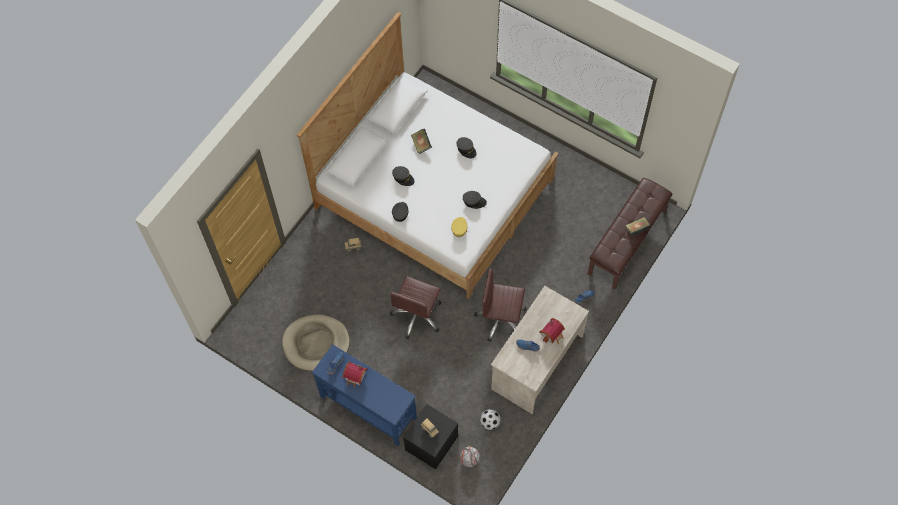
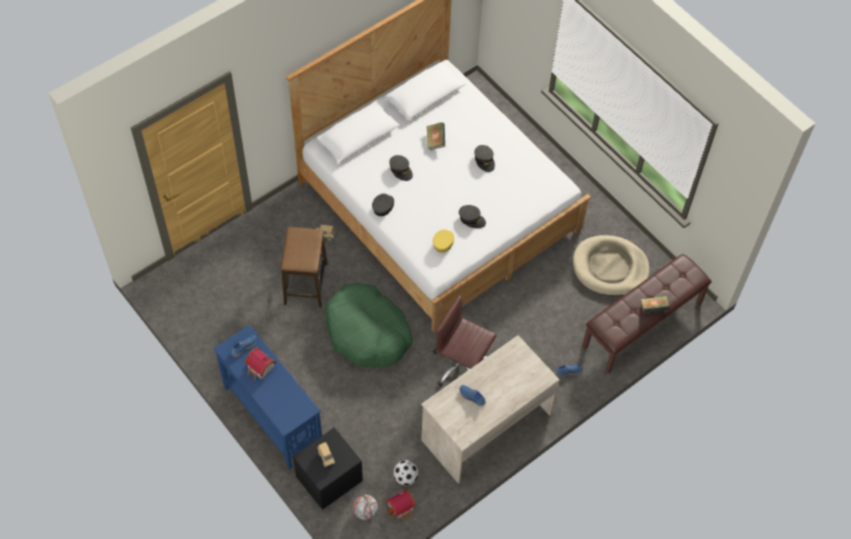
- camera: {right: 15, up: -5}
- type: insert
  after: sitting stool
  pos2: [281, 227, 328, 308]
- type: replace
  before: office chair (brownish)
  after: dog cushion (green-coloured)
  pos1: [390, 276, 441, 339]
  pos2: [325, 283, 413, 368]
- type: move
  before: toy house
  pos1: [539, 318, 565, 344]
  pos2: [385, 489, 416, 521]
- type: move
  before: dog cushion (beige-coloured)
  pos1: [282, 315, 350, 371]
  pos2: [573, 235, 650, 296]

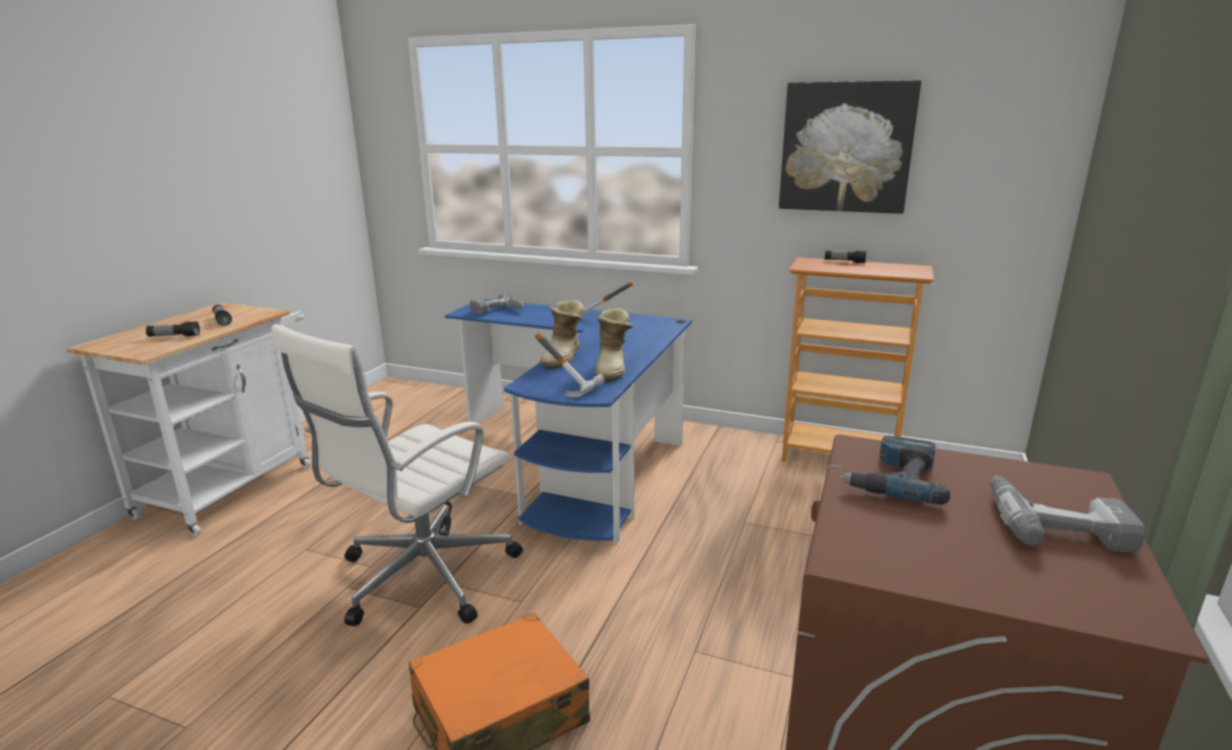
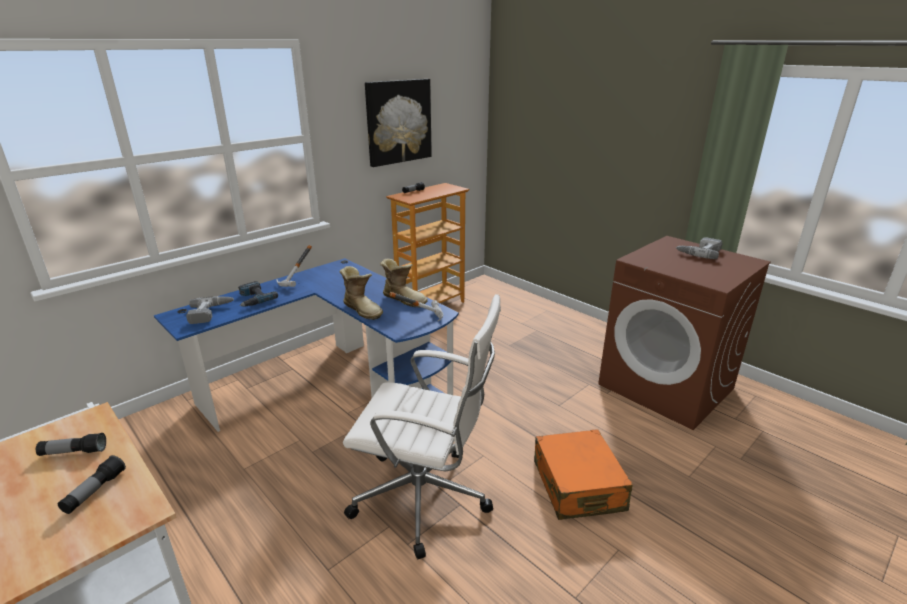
- camera: {right: -65, up: 5}
- type: move
  before: electric drill
  pos1: [840, 435, 950, 505]
  pos2: [238, 281, 278, 307]
- type: rotate
  before: office chair (white-coloured)
  pos1: [271, 324, 523, 626]
  pos2: [343, 294, 501, 559]
  turn: -45

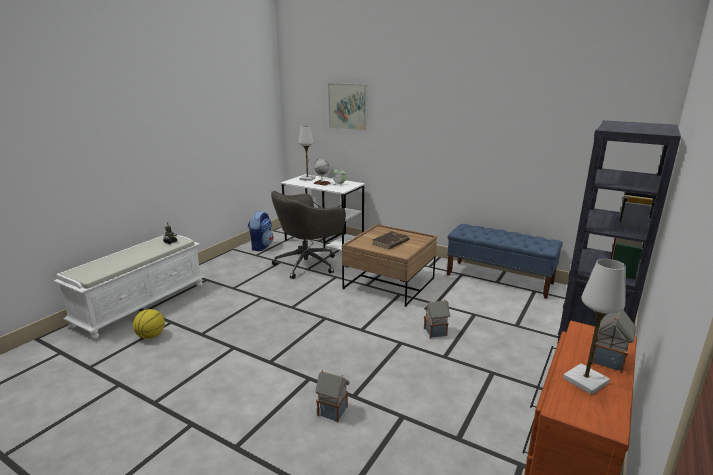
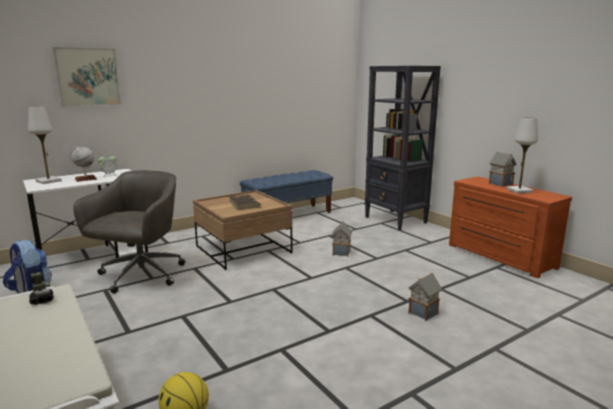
- camera: {right: -65, up: -5}
- type: rotate
  before: office chair (greyish)
  pos1: [271, 191, 346, 279]
  pos2: [73, 170, 186, 293]
  turn: -150

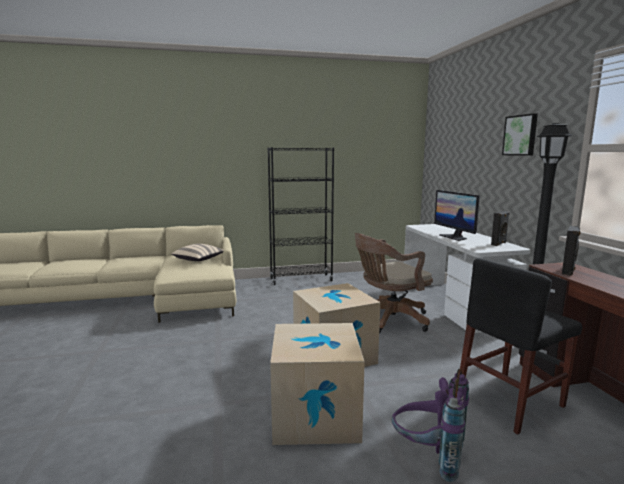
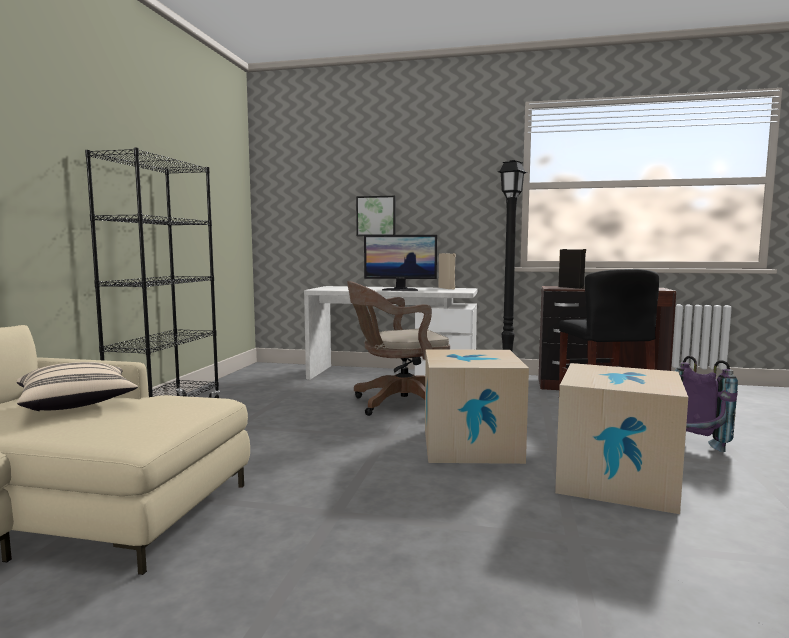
- camera: {right: -65, up: -5}
- type: rotate
  before: office chair (brownish)
  pos1: [355, 233, 433, 333]
  pos2: [347, 281, 450, 416]
  turn: 75
- type: move
  before: wall picture
  pos1: [502, 113, 538, 156]
  pos2: [356, 196, 396, 236]
- type: recolor
  before: speaker (black)
  after: speaker (beige-coloured)
  pos1: [491, 211, 510, 246]
  pos2: [439, 253, 456, 290]

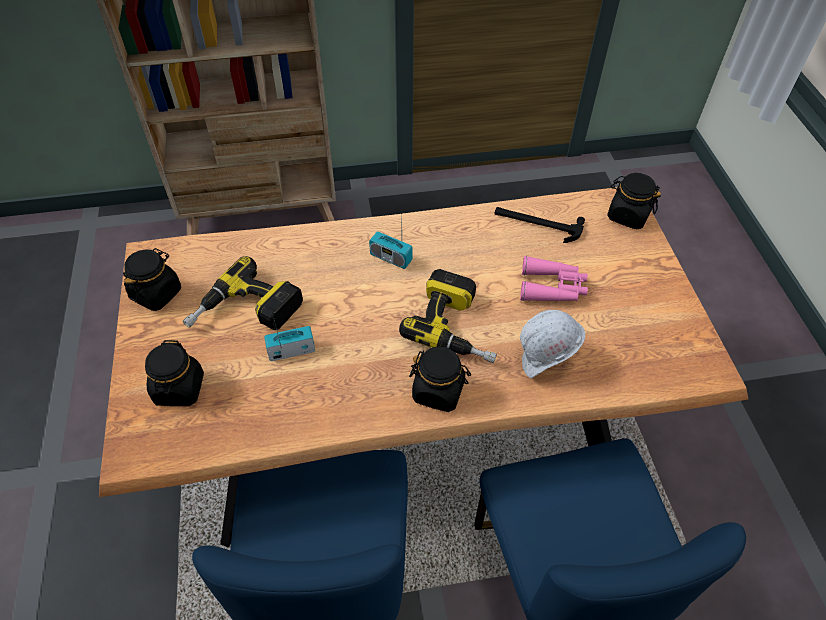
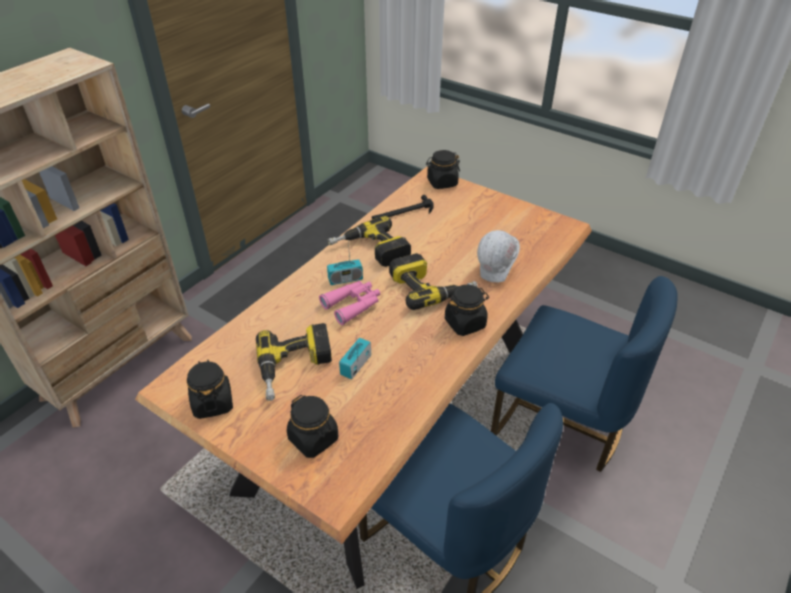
- camera: {right: -45, up: -10}
- type: move
  before: binoculars (pink)
  pos1: [520, 256, 588, 302]
  pos2: [319, 281, 380, 325]
- type: insert
  after: electric drill
  pos2: [328, 216, 411, 267]

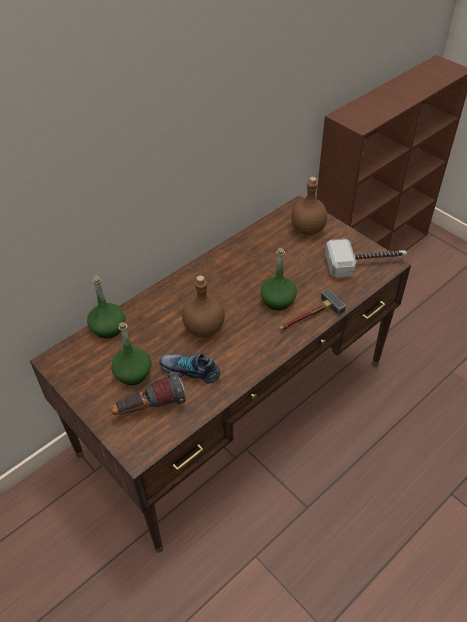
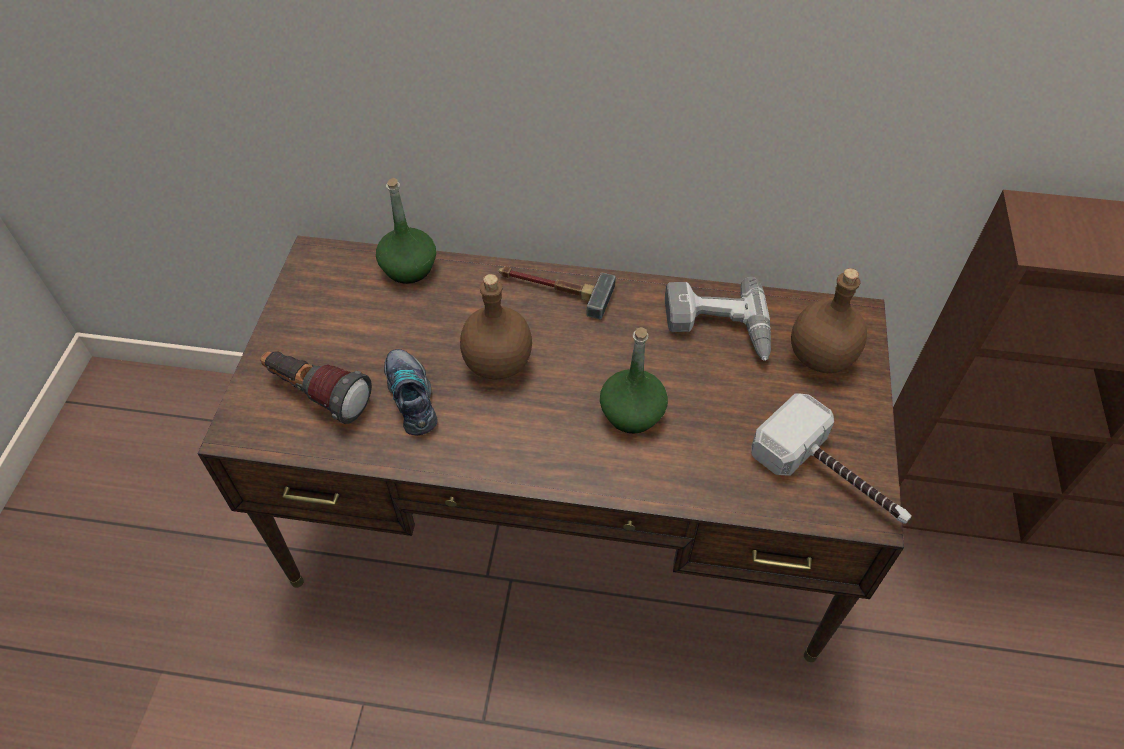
- camera: {right: 50, up: 5}
- type: move
  before: hand hammer
  pos1: [280, 289, 346, 331]
  pos2: [499, 266, 616, 319]
- type: insert
  after: electric drill
  pos2: [665, 277, 771, 361]
- type: delete
  before: beverage bottle (green-coloured)
  pos1: [111, 322, 151, 385]

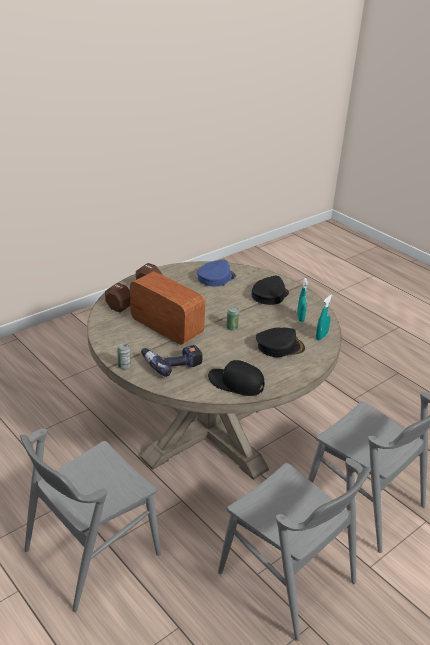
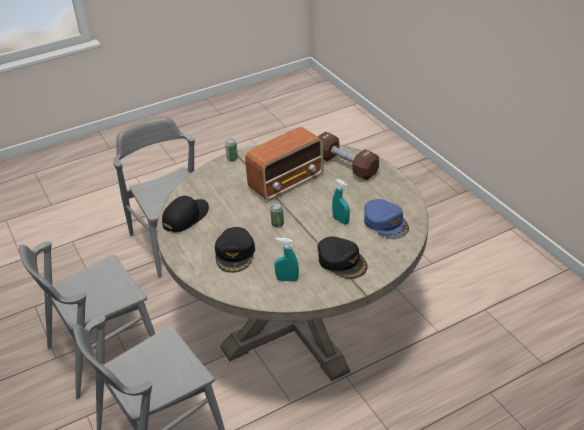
- camera: {right: 105, up: 5}
- type: move
  before: spray bottle (blue-green)
  pos1: [316, 294, 332, 340]
  pos2: [332, 179, 350, 224]
- type: delete
  before: electric drill
  pos1: [141, 345, 202, 377]

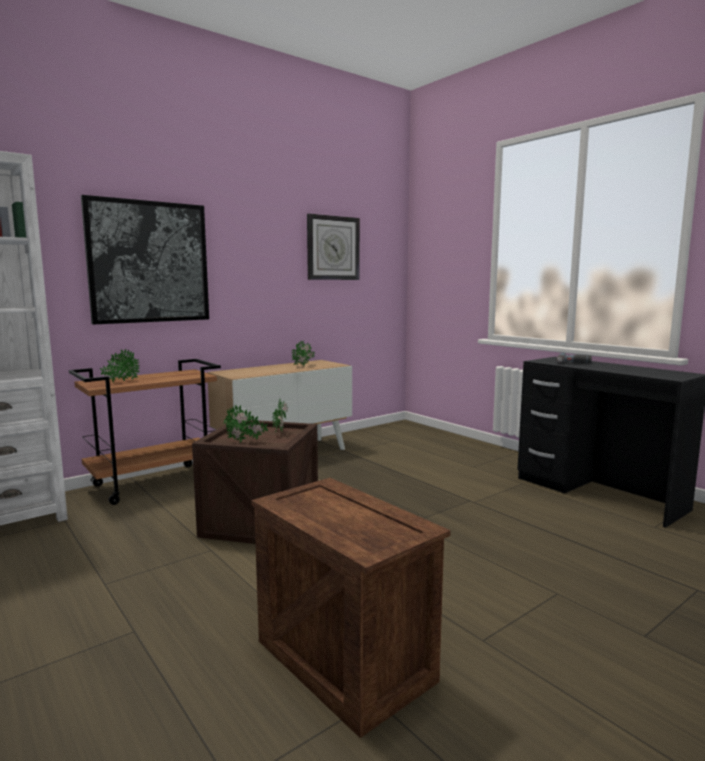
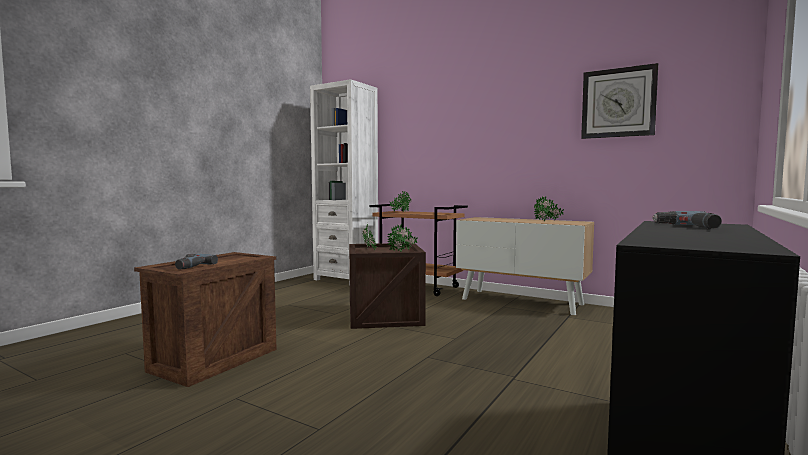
- camera: {right: 70, up: -5}
- type: insert
  after: electric drill
  pos2: [175, 254, 218, 270]
- type: delete
  before: wall picture
  pos1: [81, 195, 209, 325]

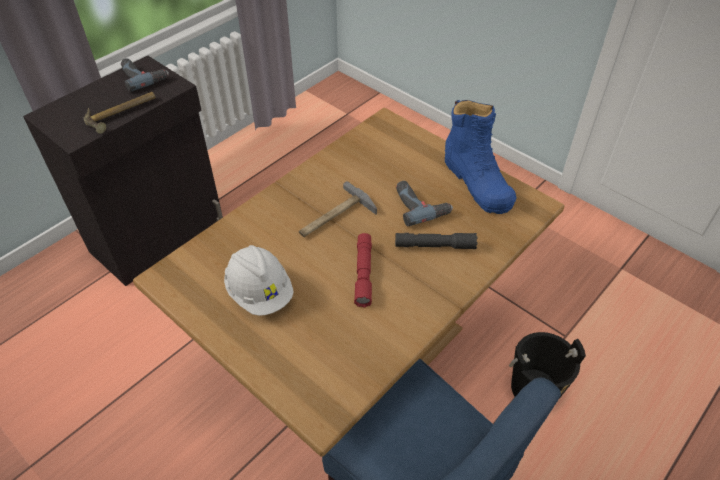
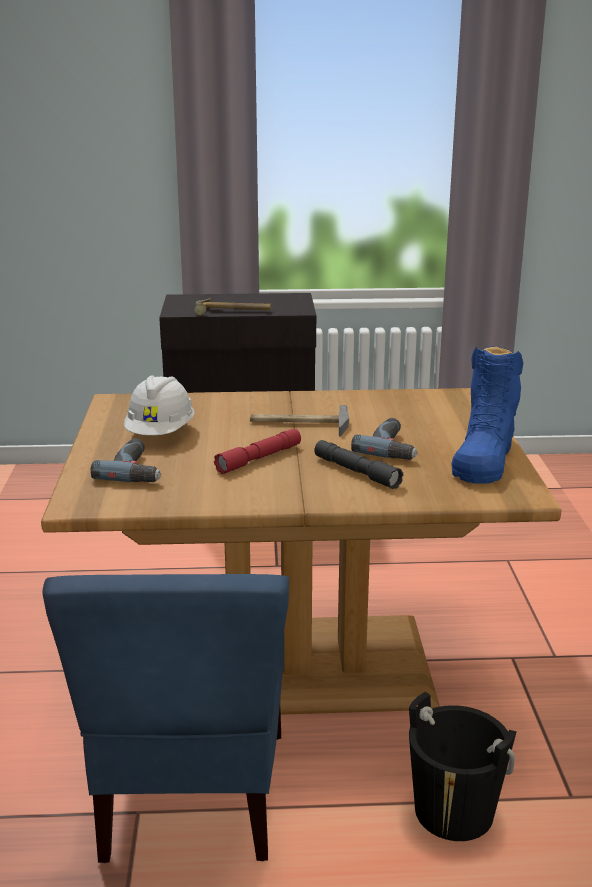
- camera: {right: 45, up: -25}
- type: move
  before: electric drill
  pos1: [121, 58, 169, 92]
  pos2: [91, 438, 161, 482]

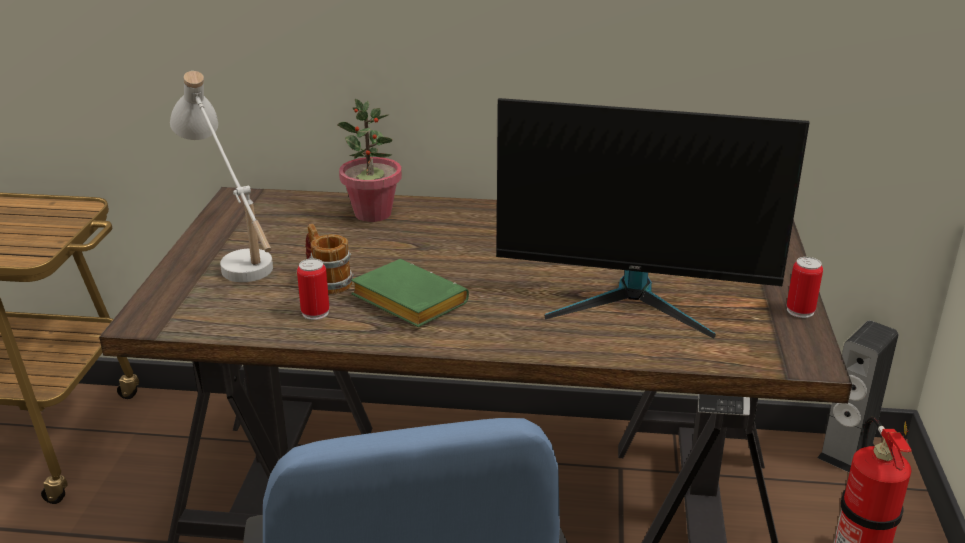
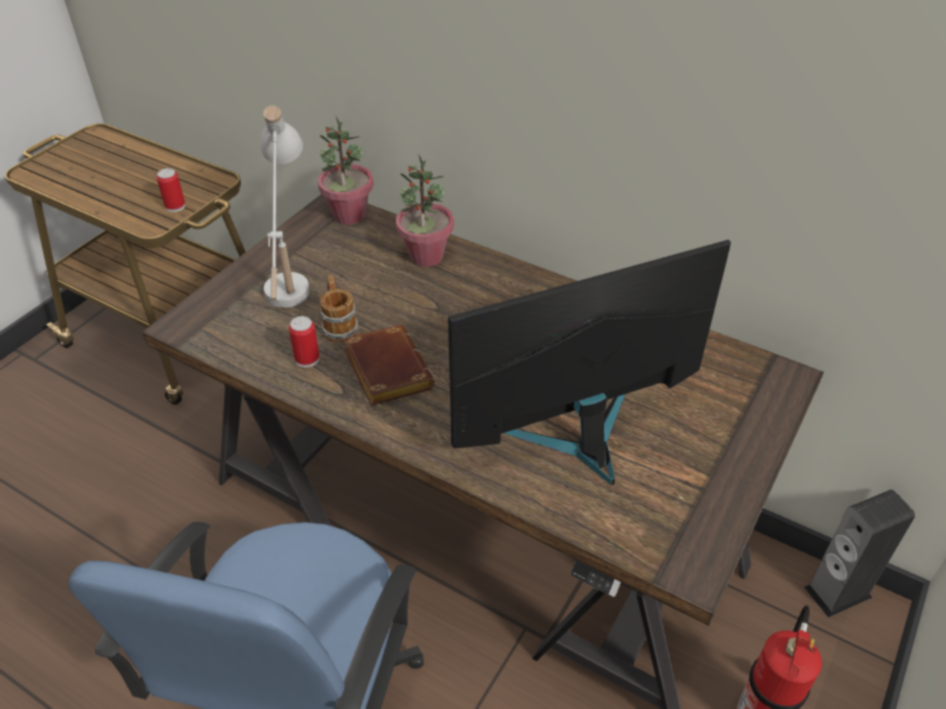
- camera: {right: 25, up: 15}
- type: move
  before: metal can
  pos1: [787, 257, 823, 318]
  pos2: [157, 168, 185, 212]
- type: insert
  after: potted plant
  pos2: [318, 117, 373, 225]
- type: recolor
  before: bound book (green-coloured)
  after: bound book (brownish)
  pos1: [351, 259, 469, 327]
  pos2: [344, 325, 435, 406]
- type: rotate
  before: computer display
  pos1: [496, 98, 809, 339]
  pos2: [448, 240, 731, 485]
  turn: 120

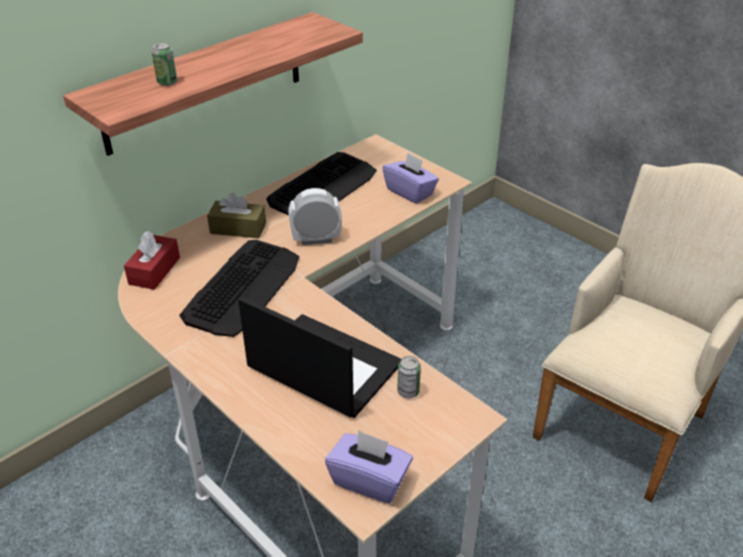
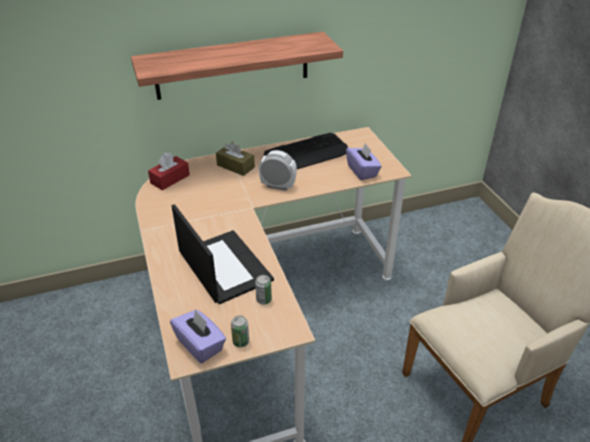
- camera: {right: 25, up: 0}
- type: move
  before: metal can
  pos1: [151, 42, 177, 86]
  pos2: [231, 316, 249, 347]
- type: delete
  before: computer keyboard
  pos1: [180, 240, 299, 337]

